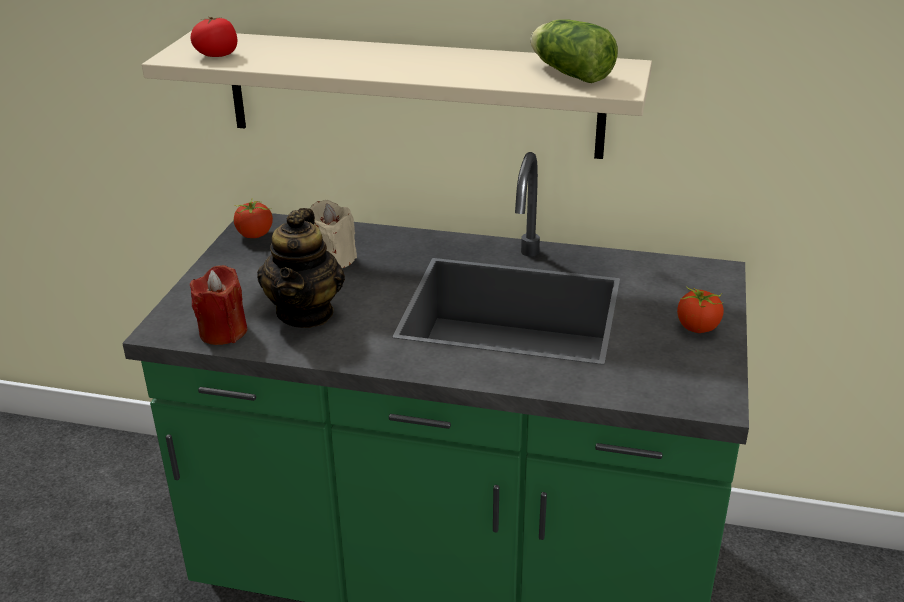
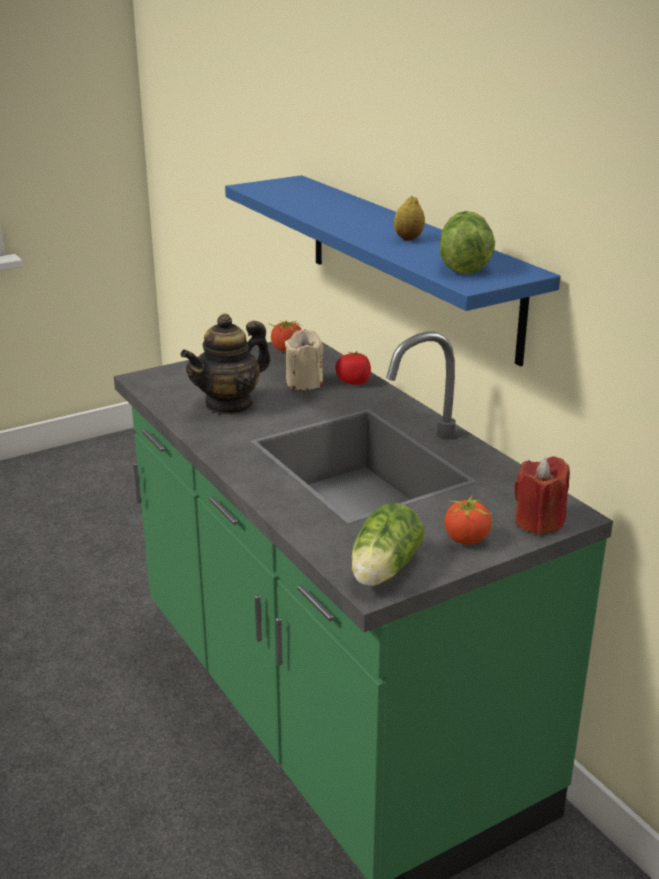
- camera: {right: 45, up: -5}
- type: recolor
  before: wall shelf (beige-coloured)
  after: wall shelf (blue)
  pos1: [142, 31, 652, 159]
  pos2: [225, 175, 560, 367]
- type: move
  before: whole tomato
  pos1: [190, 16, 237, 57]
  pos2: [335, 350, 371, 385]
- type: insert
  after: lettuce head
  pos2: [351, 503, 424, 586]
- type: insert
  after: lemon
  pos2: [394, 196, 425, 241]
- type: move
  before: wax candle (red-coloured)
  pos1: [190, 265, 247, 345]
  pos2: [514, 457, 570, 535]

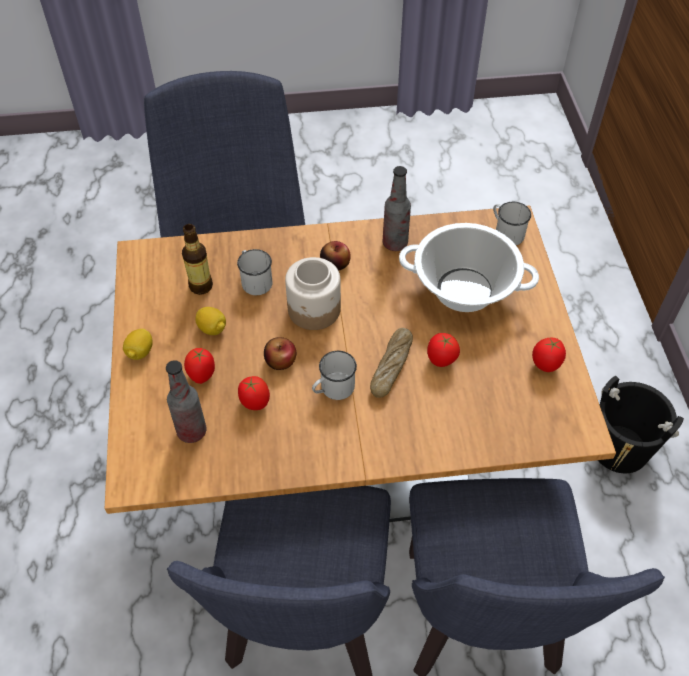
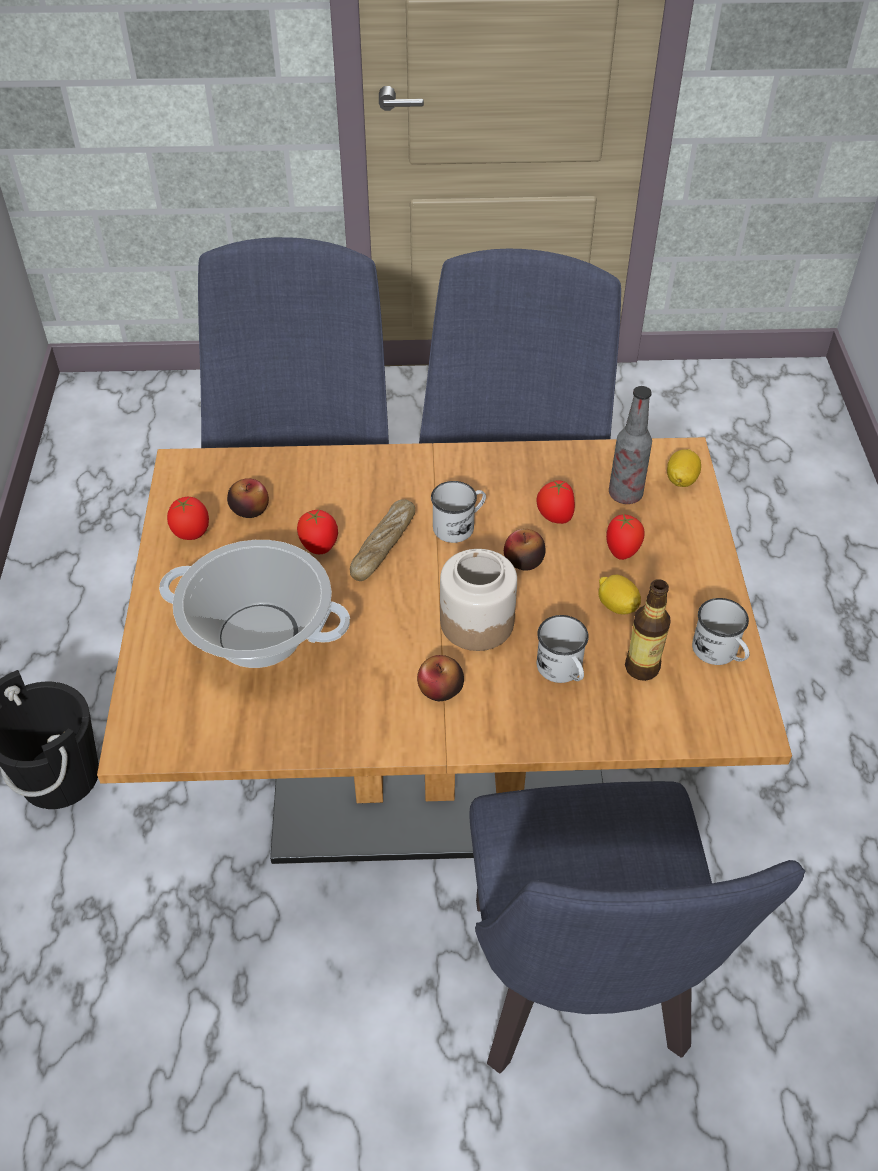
- camera: {right: -175, up: -5}
- type: insert
  after: apple fruit
  pos2: [227, 478, 269, 518]
- type: move
  before: lemon
  pos1: [123, 329, 153, 360]
  pos2: [667, 449, 701, 487]
- type: move
  before: coffee mug (white-coloured)
  pos1: [493, 202, 531, 245]
  pos2: [692, 598, 750, 665]
- type: delete
  before: beverage bottle
  pos1: [383, 166, 411, 251]

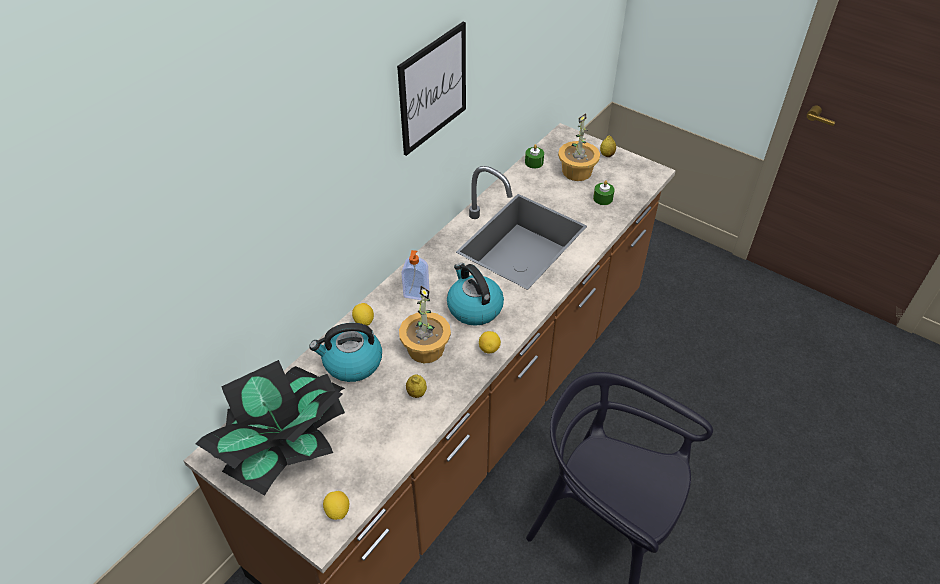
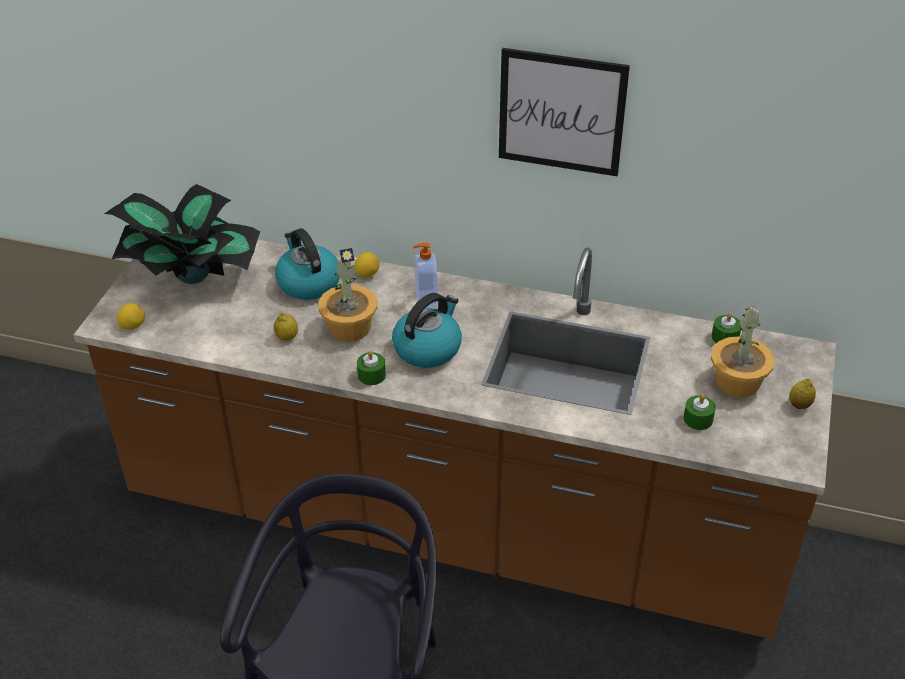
- camera: {right: 70, up: -5}
- type: replace
  before: lemon
  after: wax candle (green-coloured)
  pos1: [479, 331, 501, 353]
  pos2: [357, 350, 386, 385]

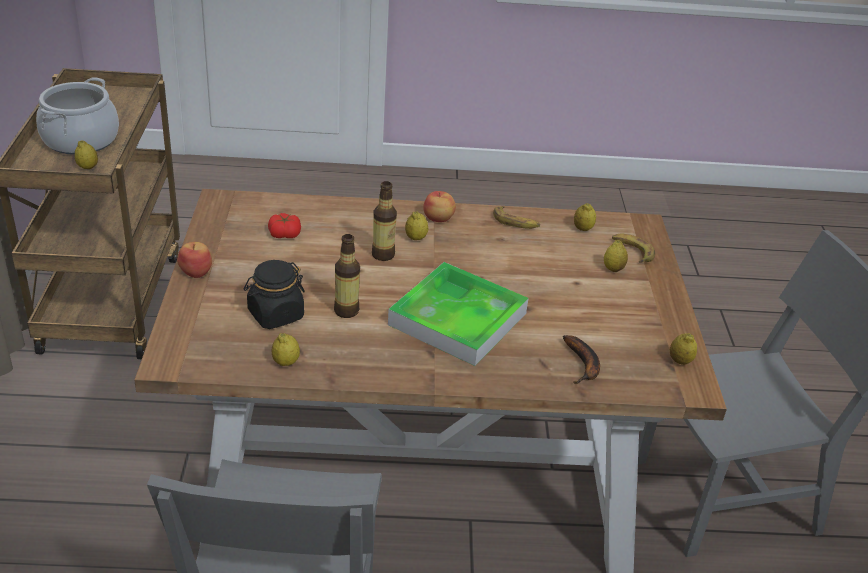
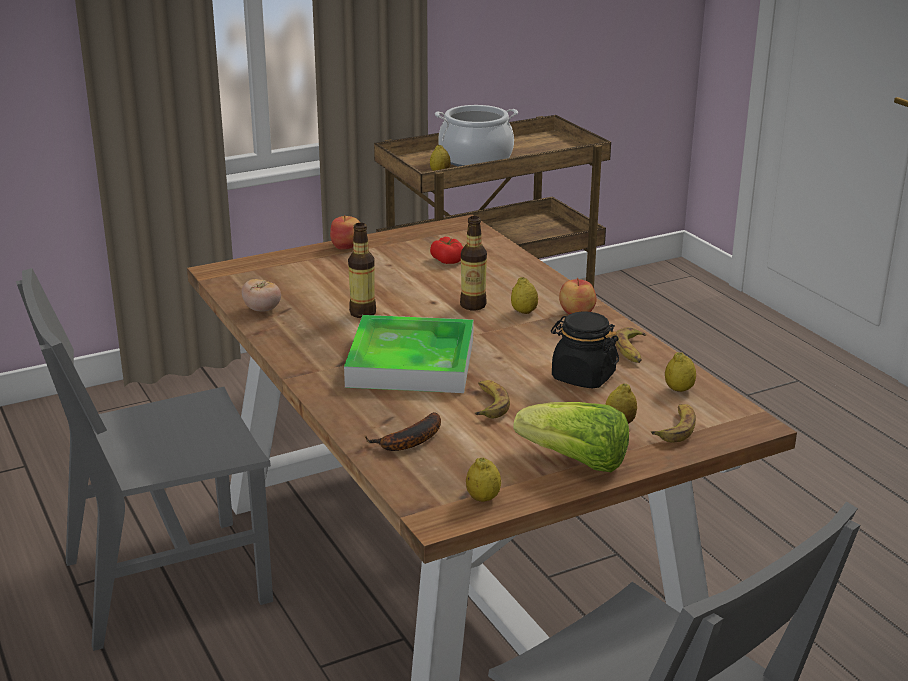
- camera: {right: 65, up: -10}
- type: replace
  before: lemon
  after: whole tomato
  pos1: [271, 333, 300, 366]
  pos2: [242, 279, 281, 312]
- type: insert
  after: banana fruit
  pos2: [474, 380, 510, 418]
- type: insert
  after: lettuce head
  pos2: [514, 402, 629, 472]
- type: move
  before: preserve jar (black)
  pos1: [244, 260, 305, 329]
  pos2: [551, 311, 619, 388]

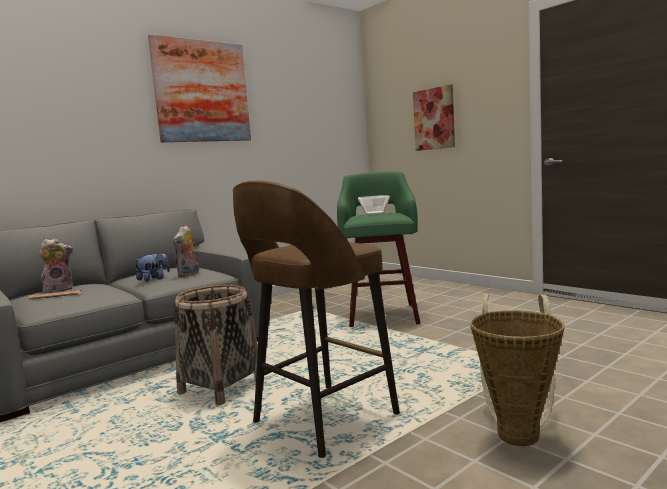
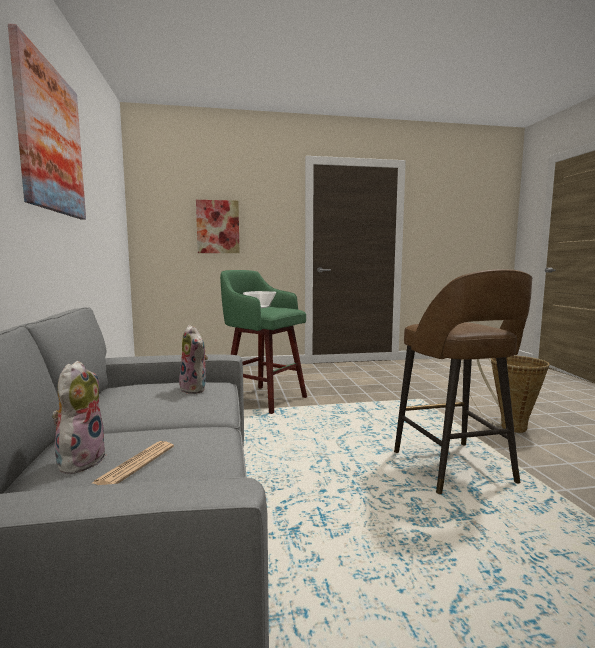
- camera: {right: -60, up: 0}
- type: delete
  before: plush toy
  pos1: [134, 253, 170, 282]
- type: delete
  before: household basket
  pos1: [174, 285, 258, 405]

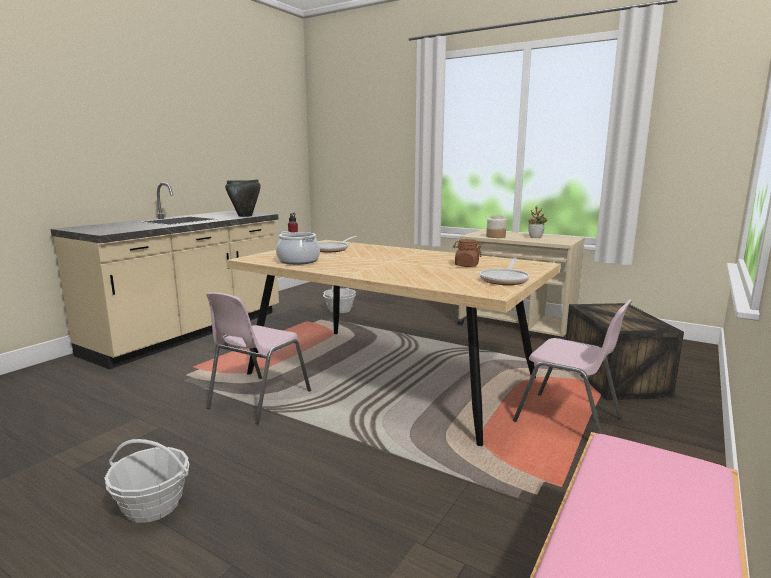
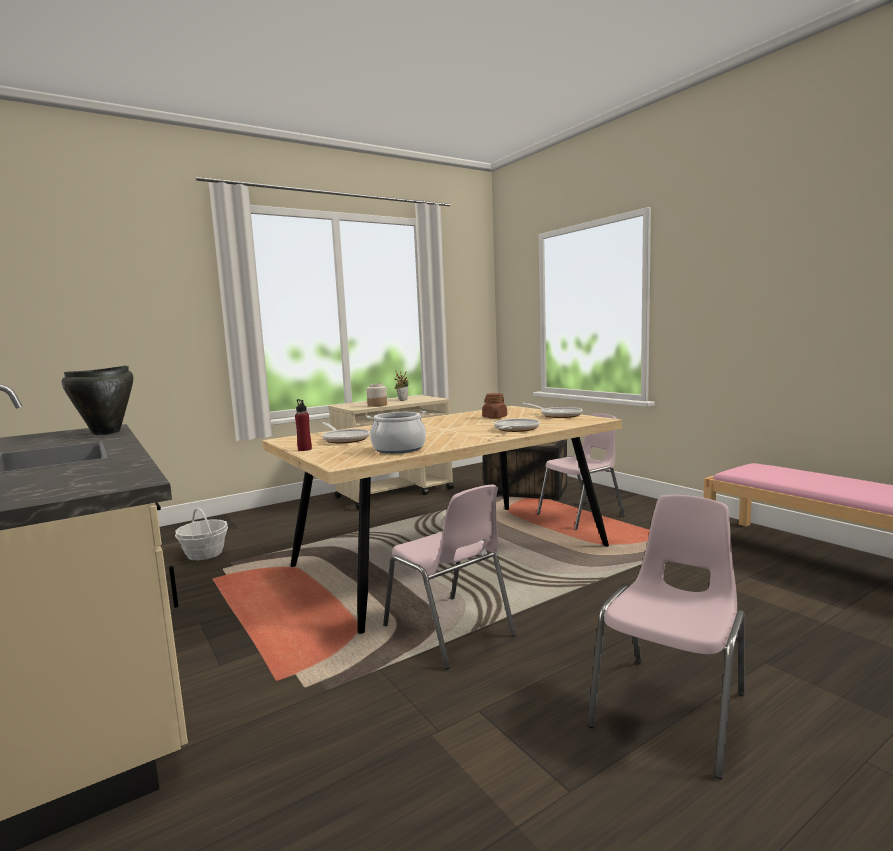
- camera: {right: -65, up: -5}
- type: insert
  after: frying pan
  pos2: [494, 418, 540, 432]
- type: replace
  before: household basket
  after: plain chair (pink)
  pos1: [105, 439, 189, 523]
  pos2: [588, 495, 745, 779]

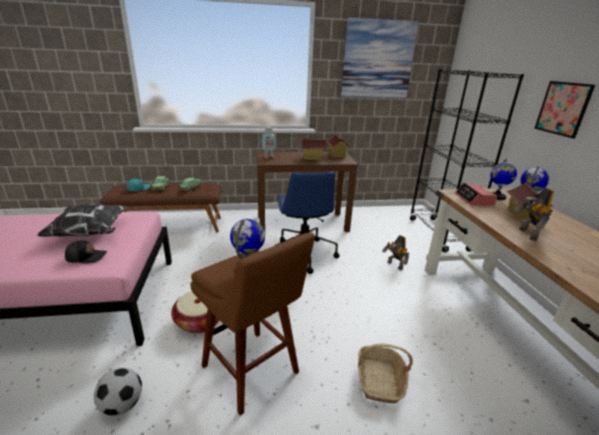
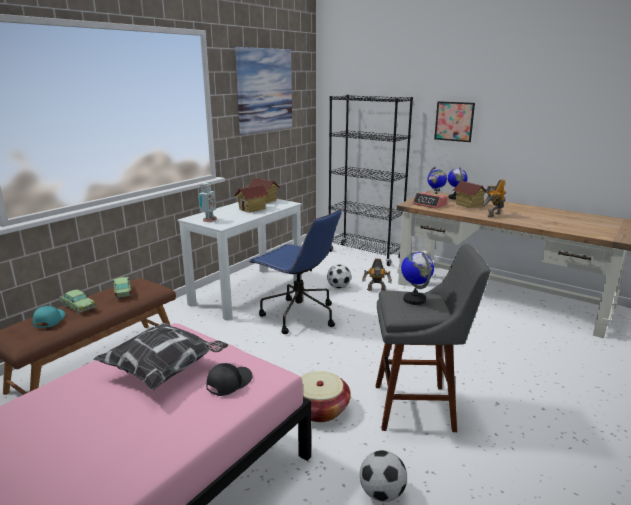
- camera: {right: -45, up: -5}
- type: recolor
  before: desk table (brownish)
  after: desk table (white-coloured)
  pos1: [256, 152, 359, 232]
  pos2: [178, 199, 302, 321]
- type: insert
  after: football ball
  pos2: [327, 264, 351, 289]
- type: recolor
  before: sitting stool (brownish)
  after: sitting stool (greyish)
  pos1: [190, 233, 315, 416]
  pos2: [376, 244, 490, 432]
- type: rotate
  before: toy robot
  pos1: [514, 188, 555, 241]
  pos2: [482, 179, 506, 218]
  turn: 90
- type: delete
  before: household basket
  pos1: [358, 344, 413, 403]

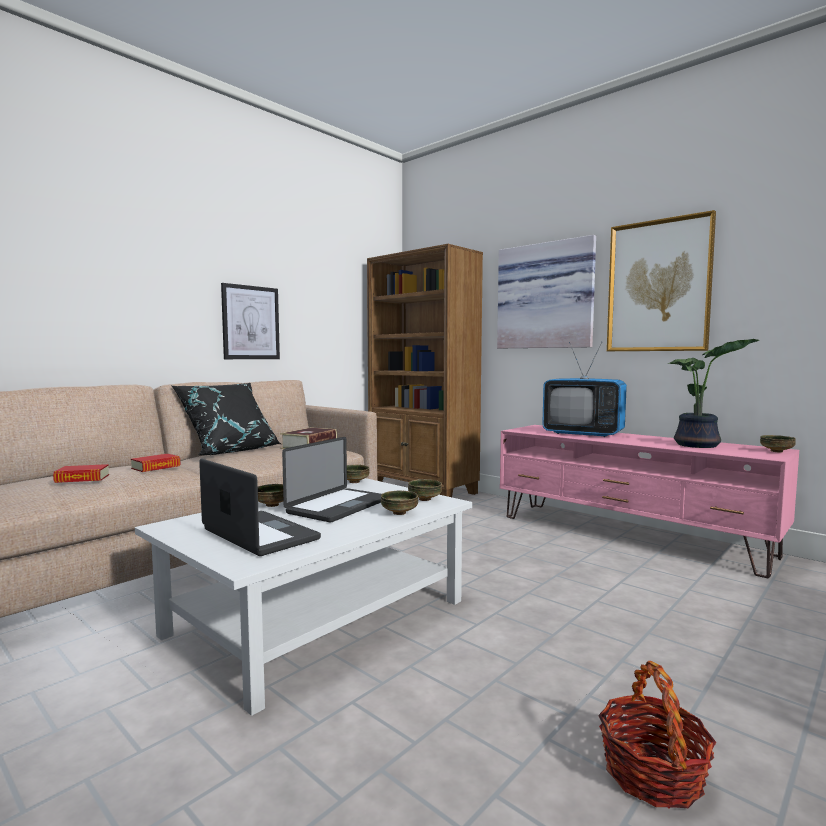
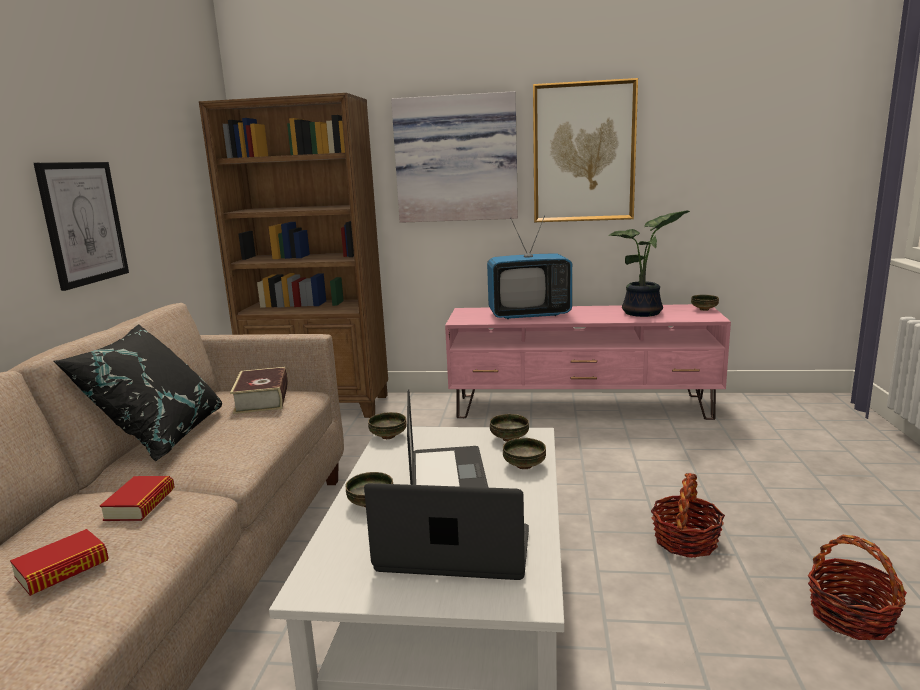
- camera: {right: -35, up: 10}
- type: insert
  after: household basket
  pos2: [651, 473, 725, 558]

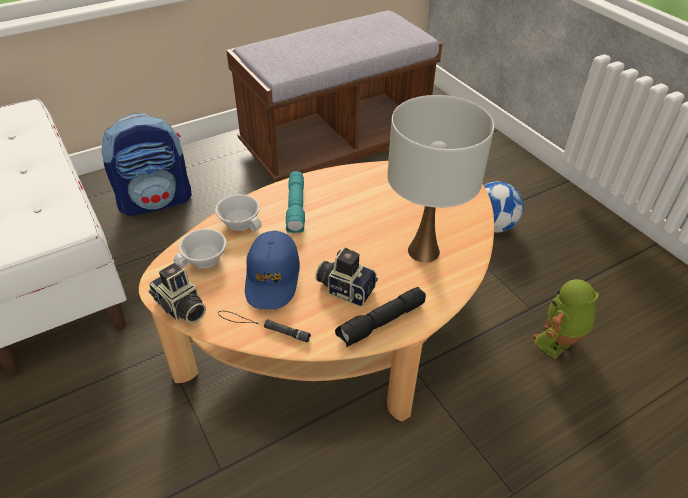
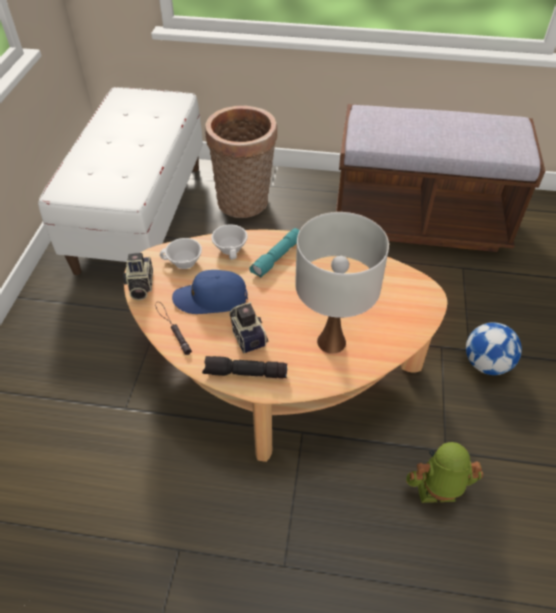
- camera: {right: 40, up: 5}
- type: rotate
  before: baseball cap (blue)
  pos1: [245, 231, 300, 309]
  pos2: [172, 270, 248, 314]
  turn: 45
- type: replace
  before: knapsack
  after: household basket
  pos1: [101, 113, 192, 216]
  pos2: [205, 106, 277, 218]

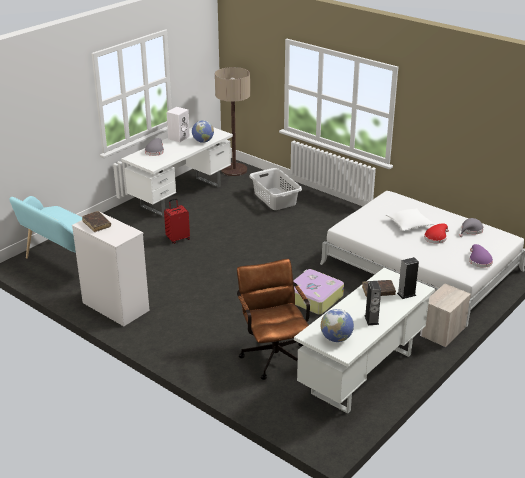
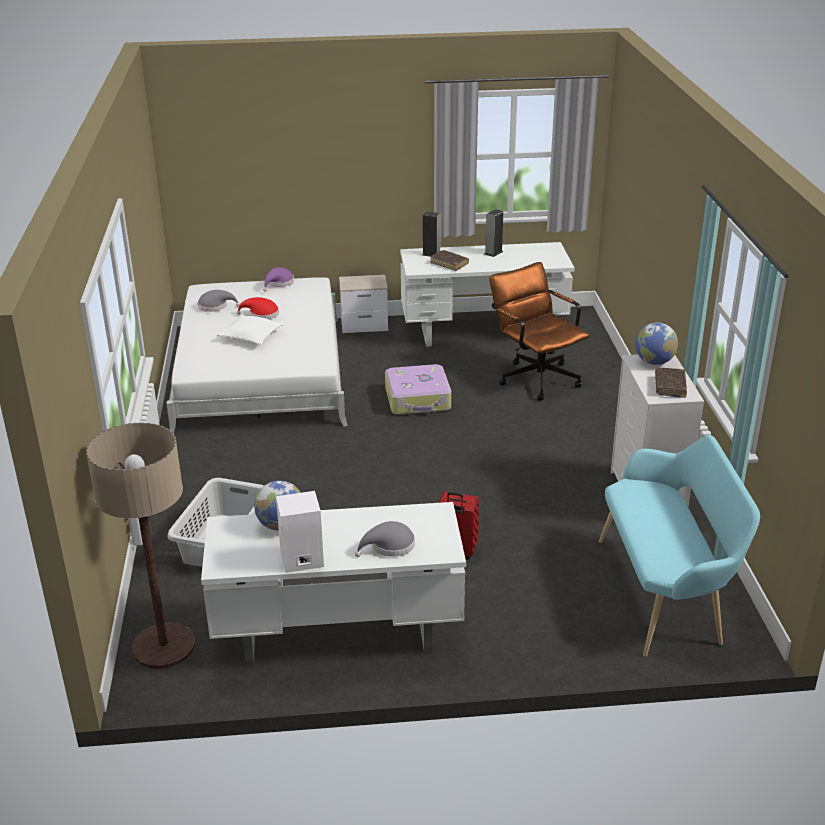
- camera: {right: -135, up: 0}
- type: rotate
  before: office chair (brownish)
  pos1: [237, 259, 310, 380]
  pos2: [489, 262, 590, 401]
  turn: 120
- type: move
  before: world globe
  pos1: [321, 309, 354, 342]
  pos2: [635, 323, 678, 365]

